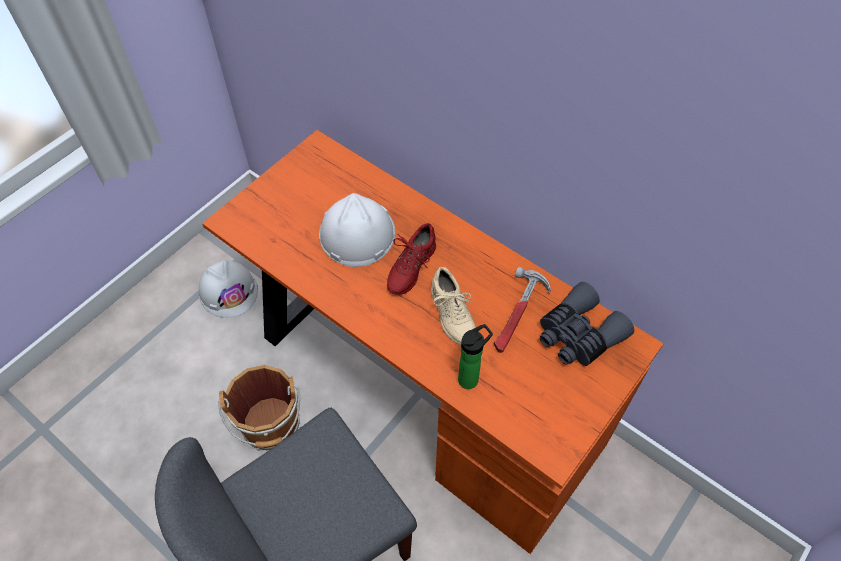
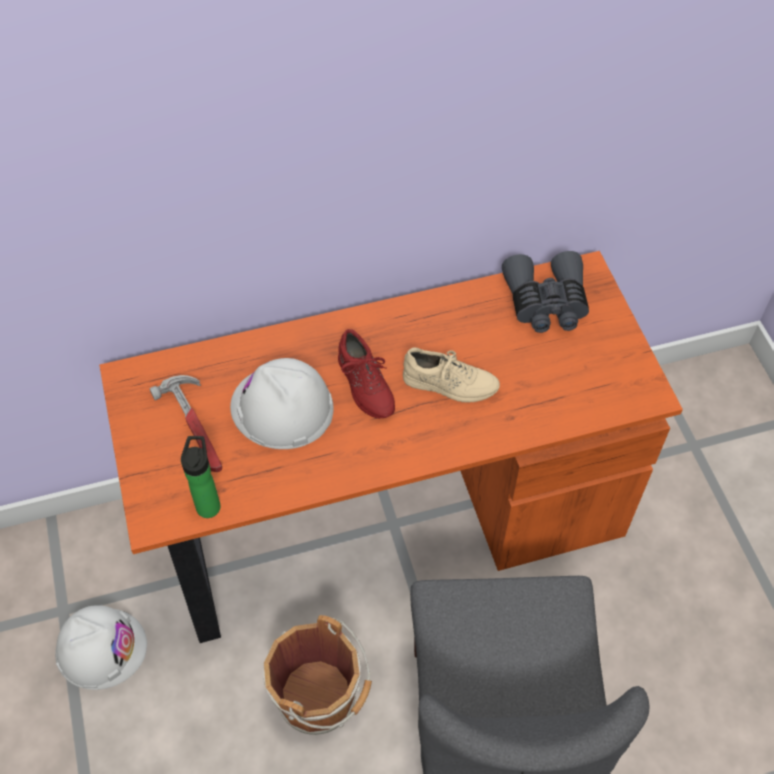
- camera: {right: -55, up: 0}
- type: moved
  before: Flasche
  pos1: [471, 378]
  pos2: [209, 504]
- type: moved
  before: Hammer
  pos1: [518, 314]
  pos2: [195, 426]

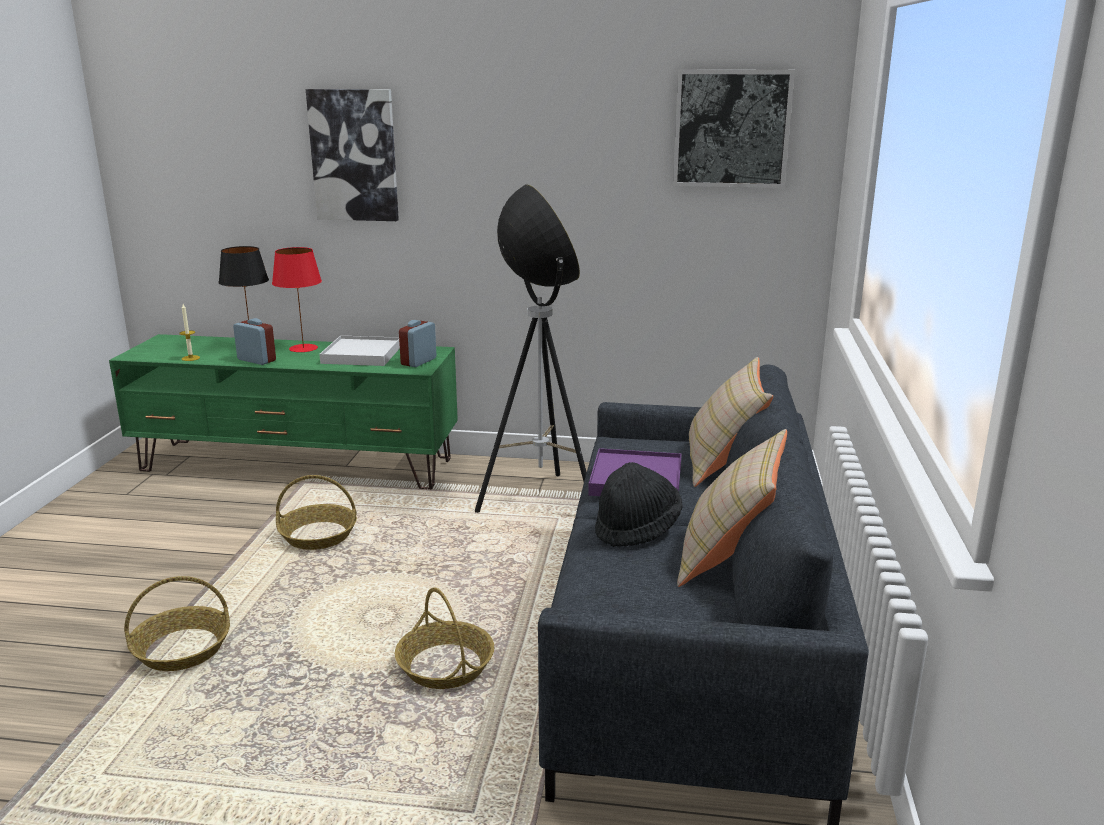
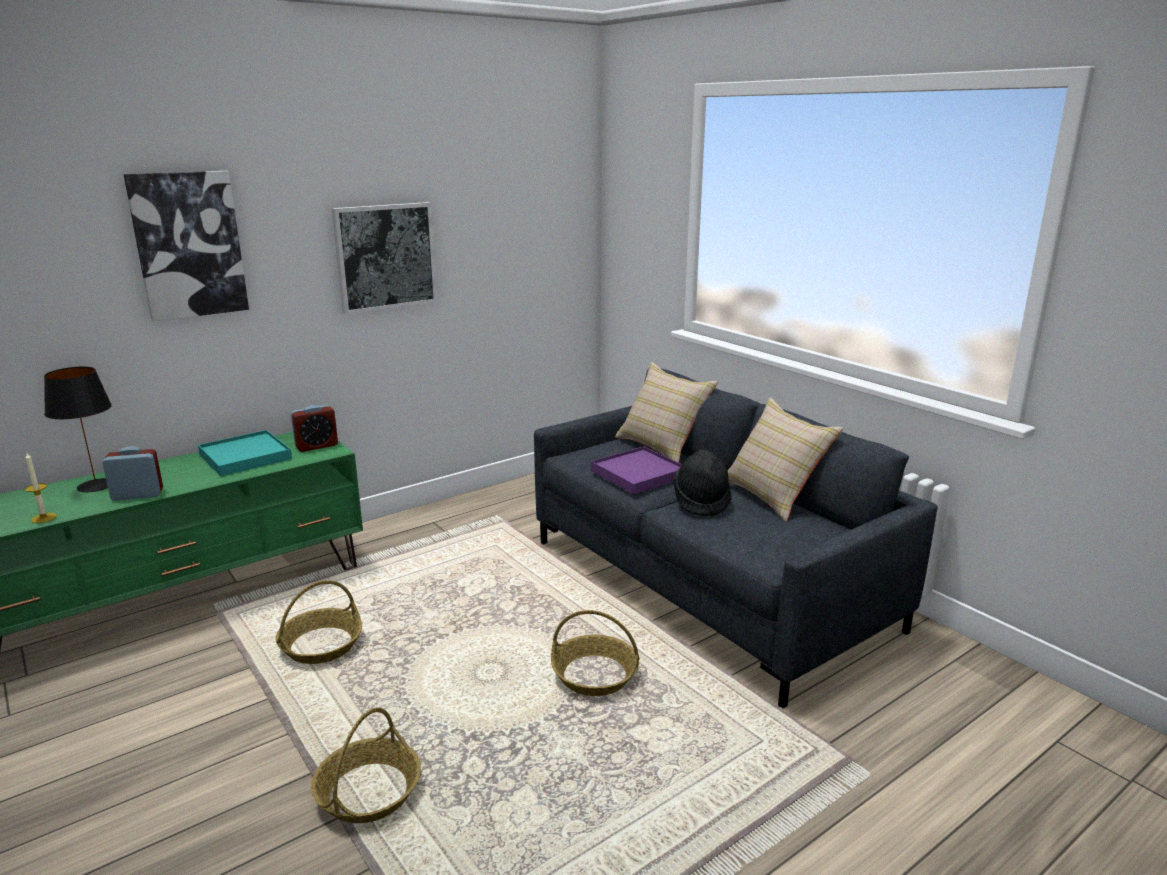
- camera: {right: -45, up: 0}
- type: removed
  before: Tischlampe/rot
  pos1: [304, 348]
- type: recoloured
  before: Tablett/weiß
  after: Tablett/türkis
  pos1: [361, 355]
  pos2: [245, 457]
- type: turned
  before: Wecker
  pos1: [418, 361]
  pos2: [316, 446]
  turn: -105
- type: removed
  before: Stehlampe
  pos1: [539, 502]
- type: moved
  before: Bild
  pos1: [731, 128]
  pos2: [385, 256]

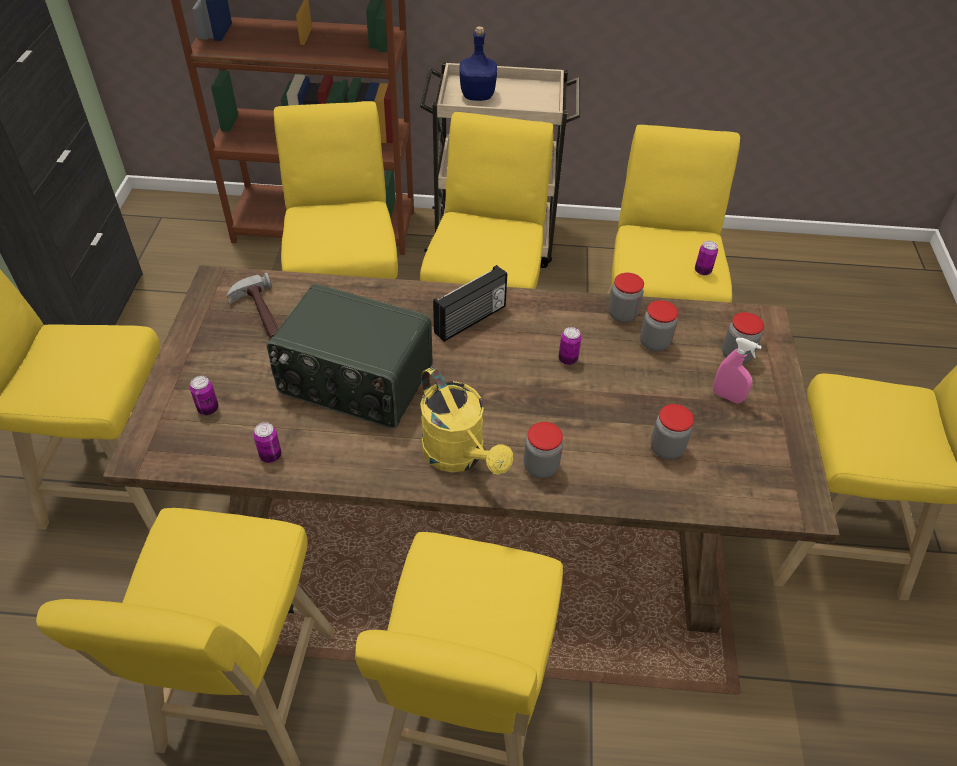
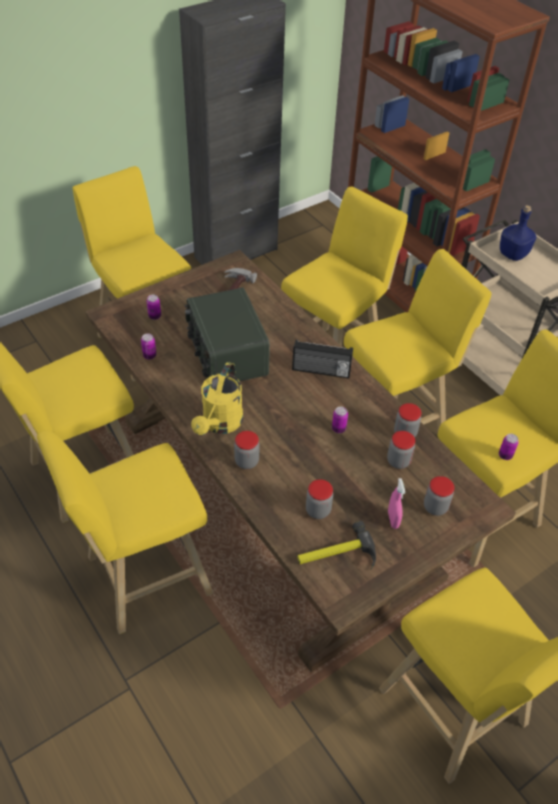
- camera: {right: 50, up: 0}
- type: added
  after: Hammer
  pos2: [336, 556]

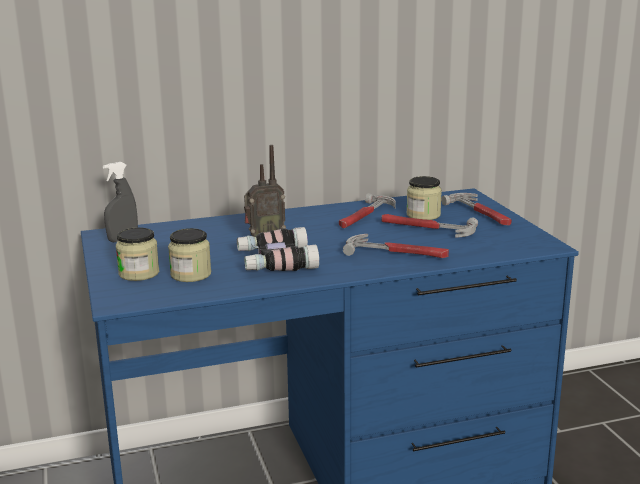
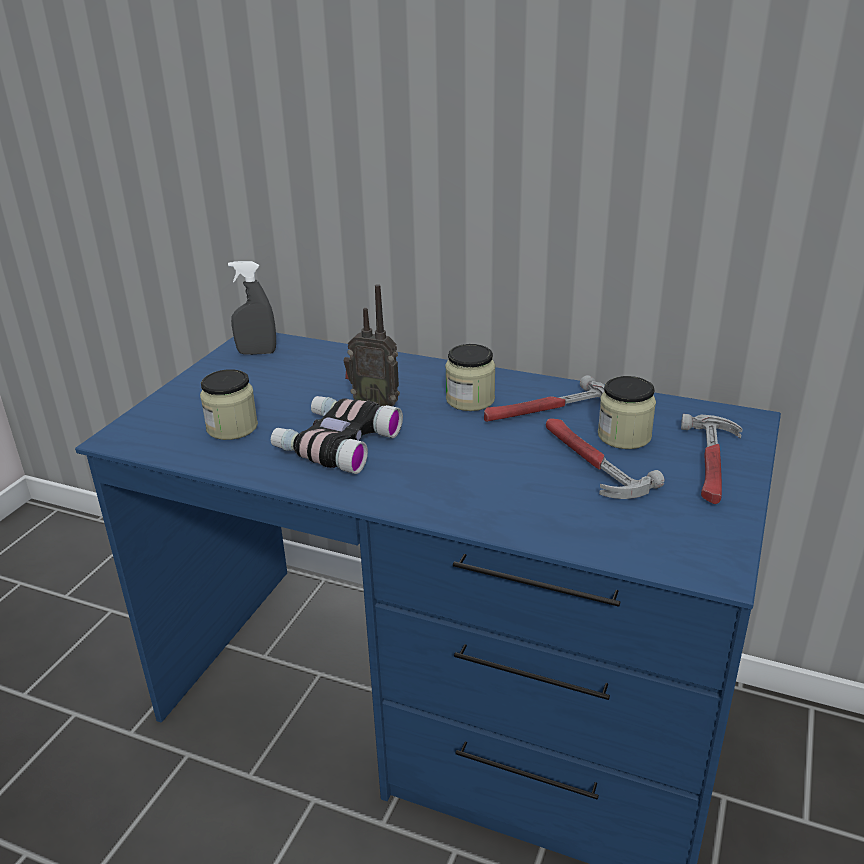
- camera: {right: 40, up: 10}
- type: moved
  before: Vorratsglas
  pos1: [139, 273]
  pos2: [470, 400]
- type: removed
  before: Hammer
  pos1: [397, 253]

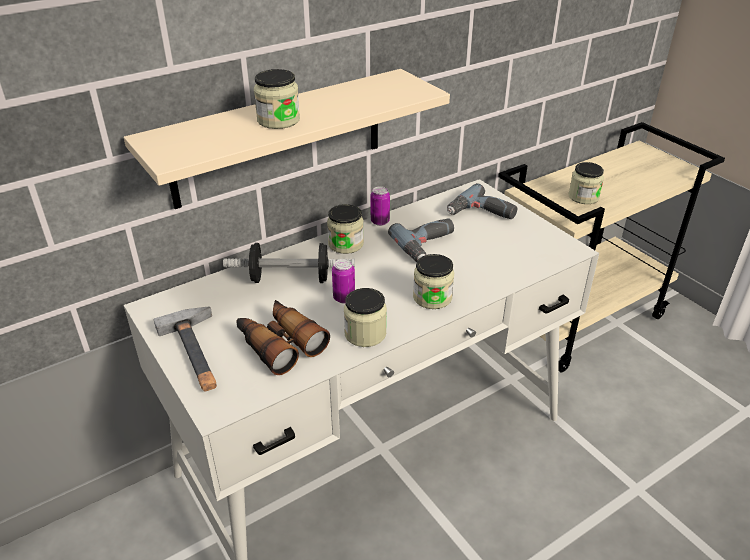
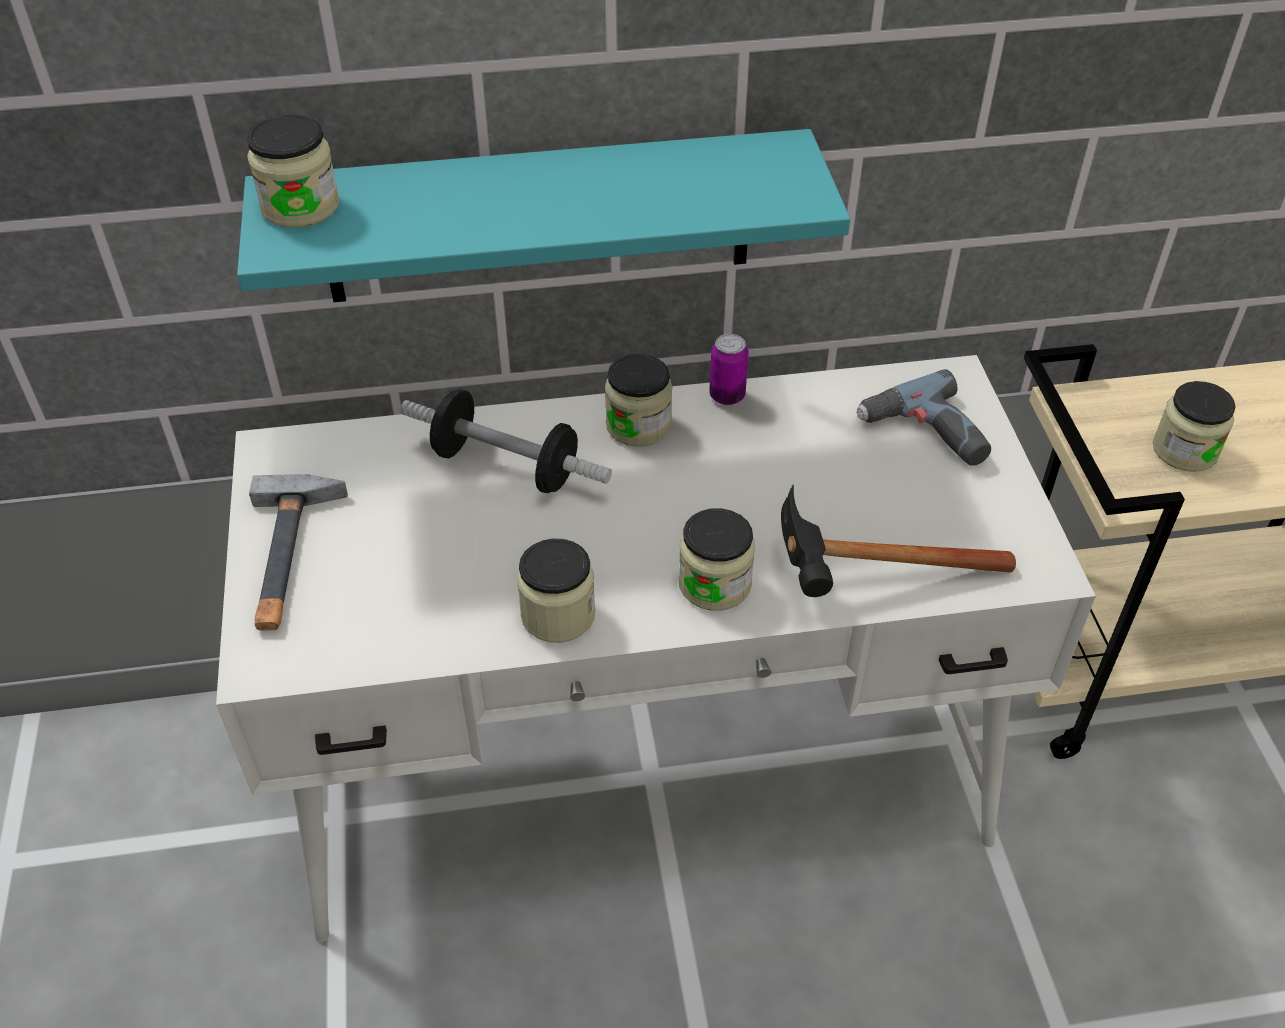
- camera: {right: 25, up: 10}
- type: recoloured
  before: Wandregal/beige
  after: Wandregal/türkis
  pos1: [279, 138]
  pos2: [538, 218]
- type: removed
  before: Fernglas
  pos1: [279, 343]
- type: moved
  before: Vorratsglas
  pos1: [278, 120]
  pos2: [300, 206]
- type: removed
  before: Dose
  pos1: [344, 298]
- type: removed
  before: Bohrmaschine
  pos1: [428, 245]
- type: added
  after: Hammer
  pos2: [864, 583]

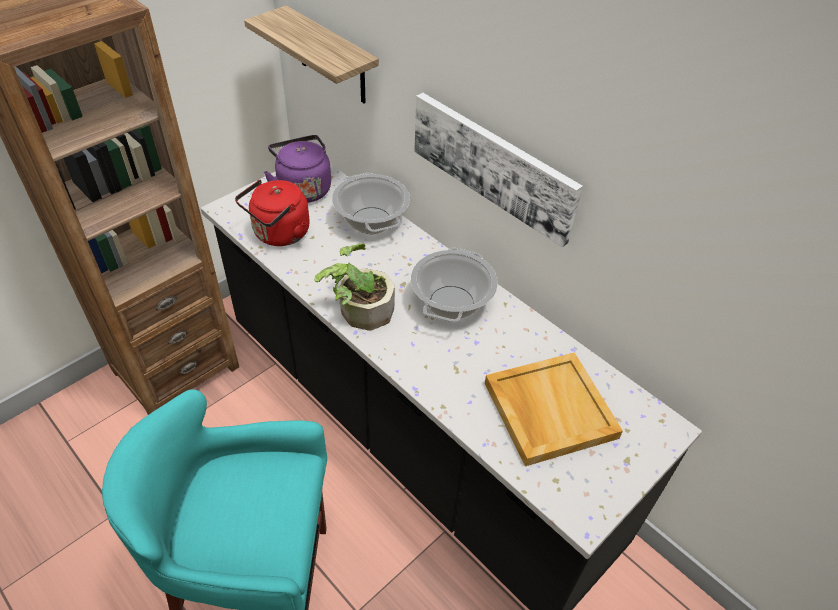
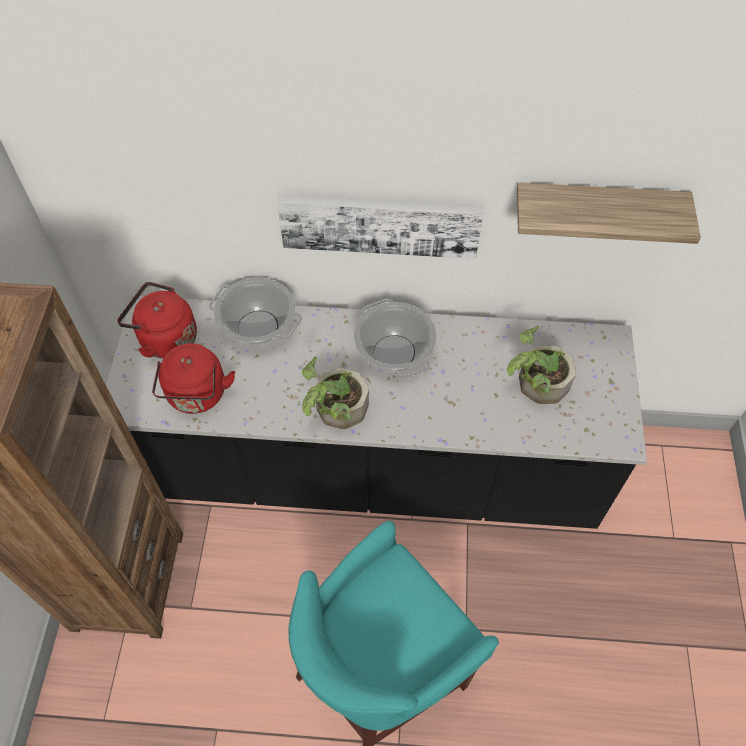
- camera: {right: -40, up: 10}
- type: moved
  before: Wandregal
  pos1: [331, 57]
  pos2: [596, 210]
- type: recoloured
  before: Wasserkessel/lila
  after: Wasserkessel/rot
  pos1: [303, 188]
  pos2: [165, 338]
- type: replaced
  before: Tablett/beige
  after: Topfpflanze
  pos1: [548, 409]
  pos2: [536, 384]

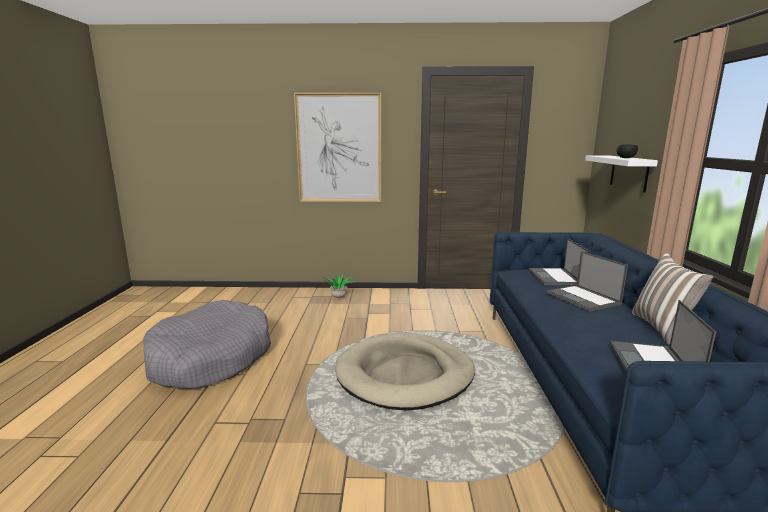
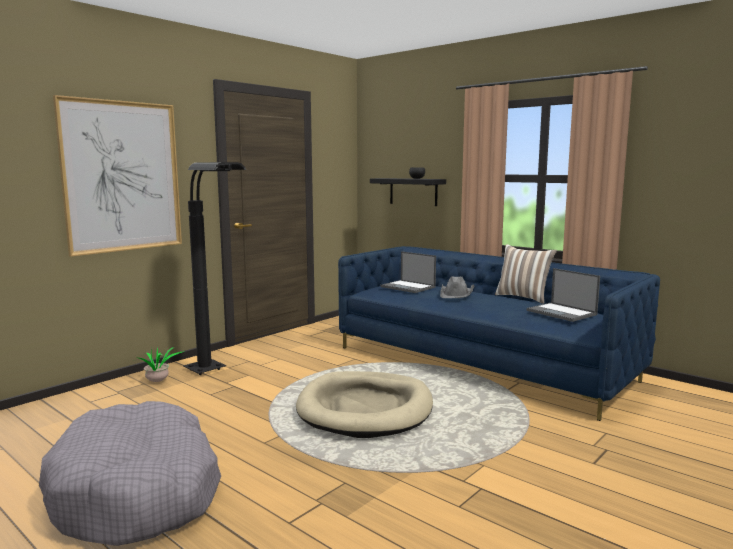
- camera: {right: -50, up: -5}
- type: replaced
  before: Laptop
  after: Hut/grau
  pos1: [583, 298]
  pos2: [457, 294]
- type: recoloured
  before: Wandregal/weiß
  after: Wandregal/schwarz
  pos1: [629, 173]
  pos2: [413, 191]
- type: added
  after: Stehlampe/schwarz
  pos2: [217, 375]

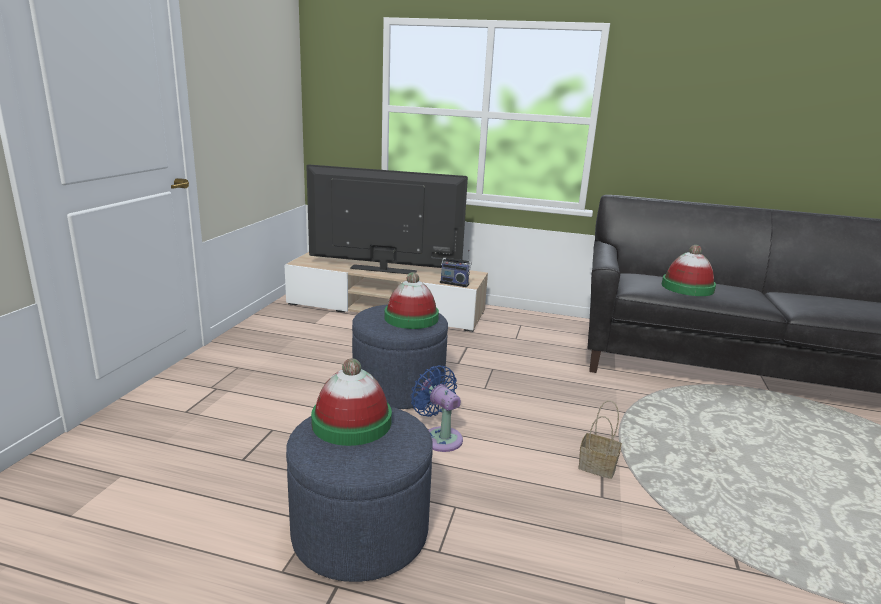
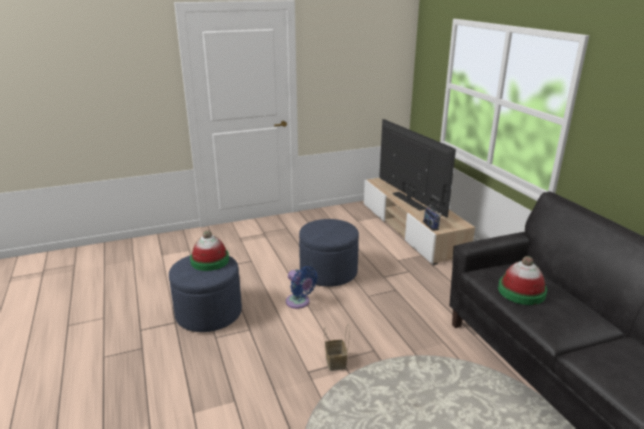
- camera: {right: 55, up: 5}
- type: removed
  before: Hut
  pos1: [411, 318]
- type: turned
  before: Ventilator/blau
  pos1: [439, 437]
  pos2: [299, 303]
  turn: 120

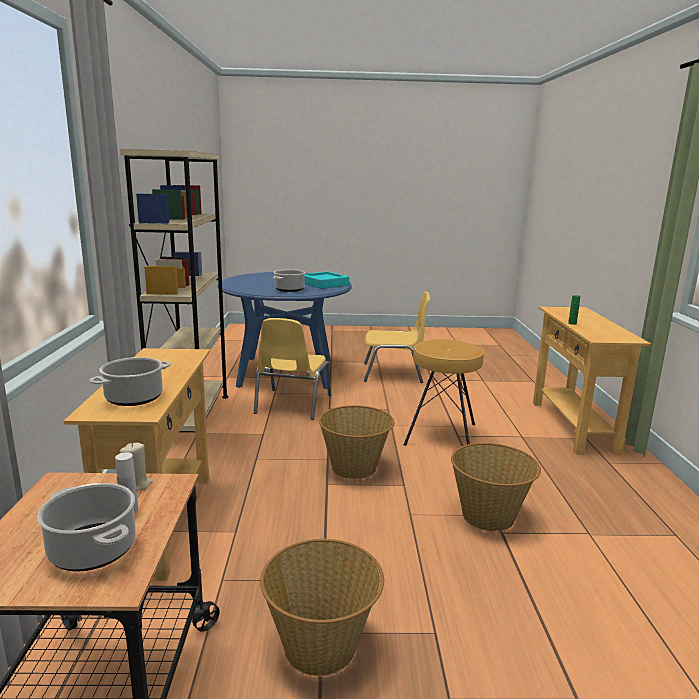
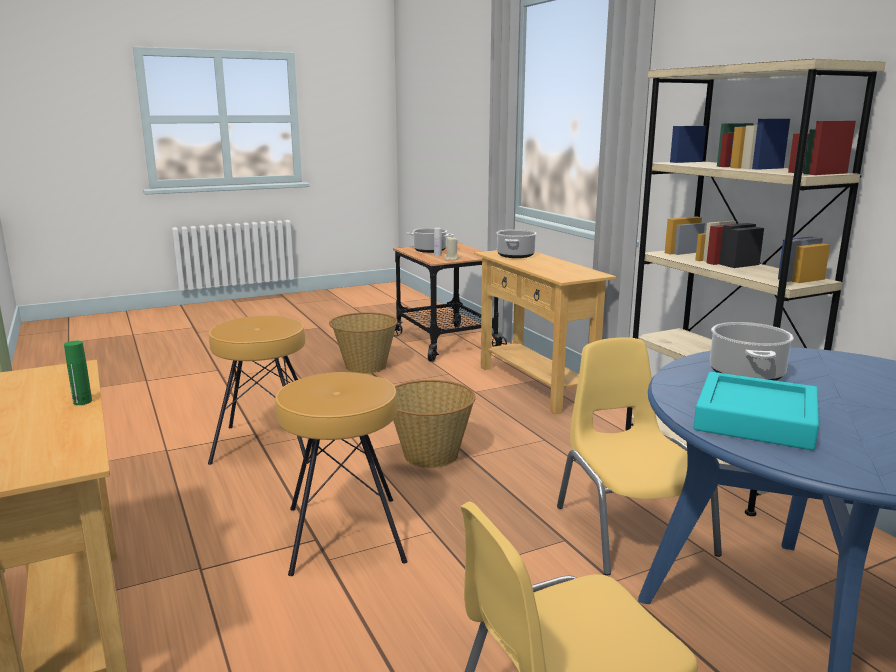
- camera: {right: 155, up: 0}
- type: replaced
  before: Korb
  after: Hocker/braun
  pos1: [489, 516]
  pos2: [266, 443]

